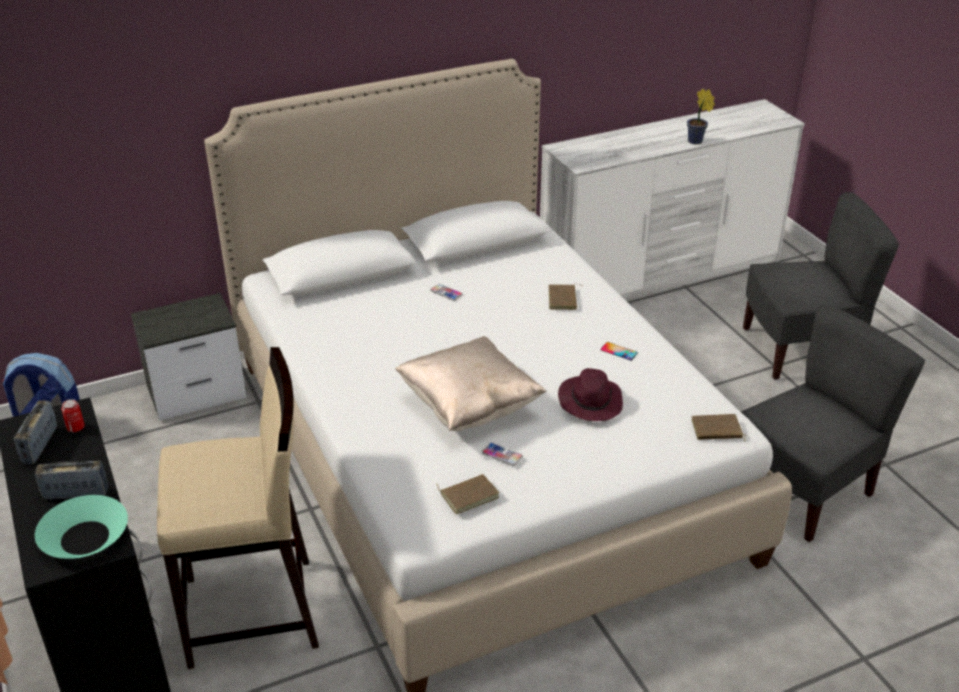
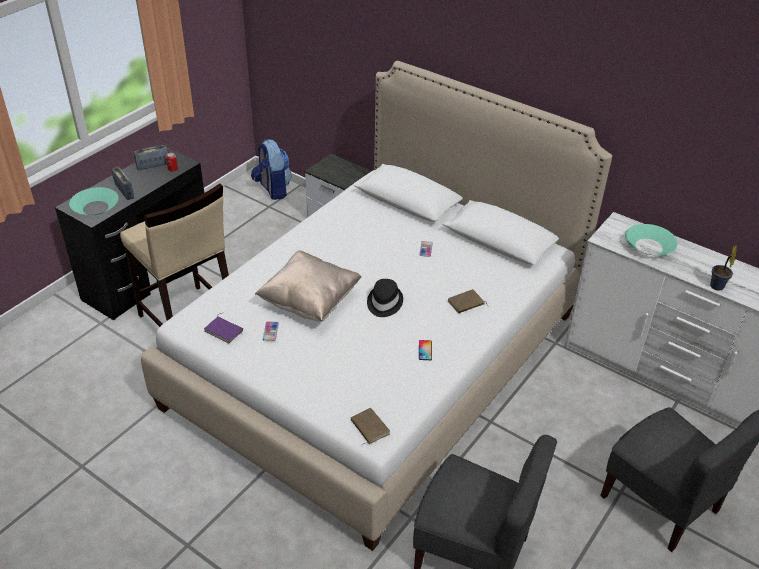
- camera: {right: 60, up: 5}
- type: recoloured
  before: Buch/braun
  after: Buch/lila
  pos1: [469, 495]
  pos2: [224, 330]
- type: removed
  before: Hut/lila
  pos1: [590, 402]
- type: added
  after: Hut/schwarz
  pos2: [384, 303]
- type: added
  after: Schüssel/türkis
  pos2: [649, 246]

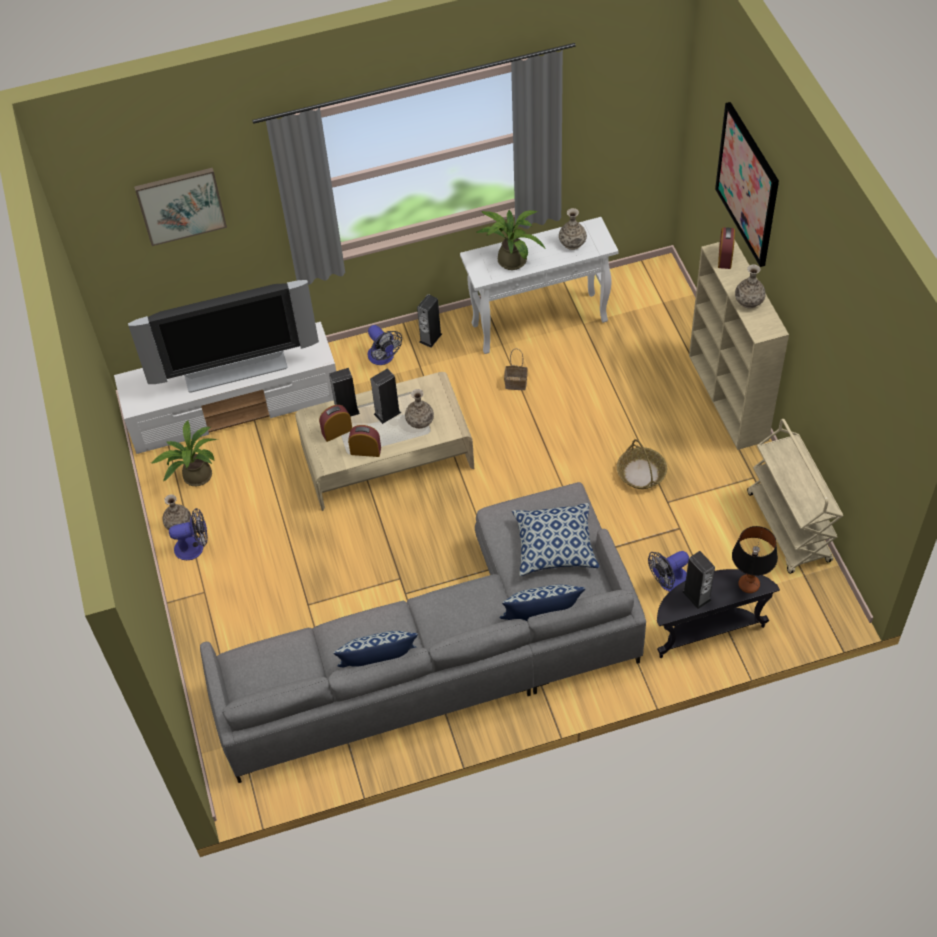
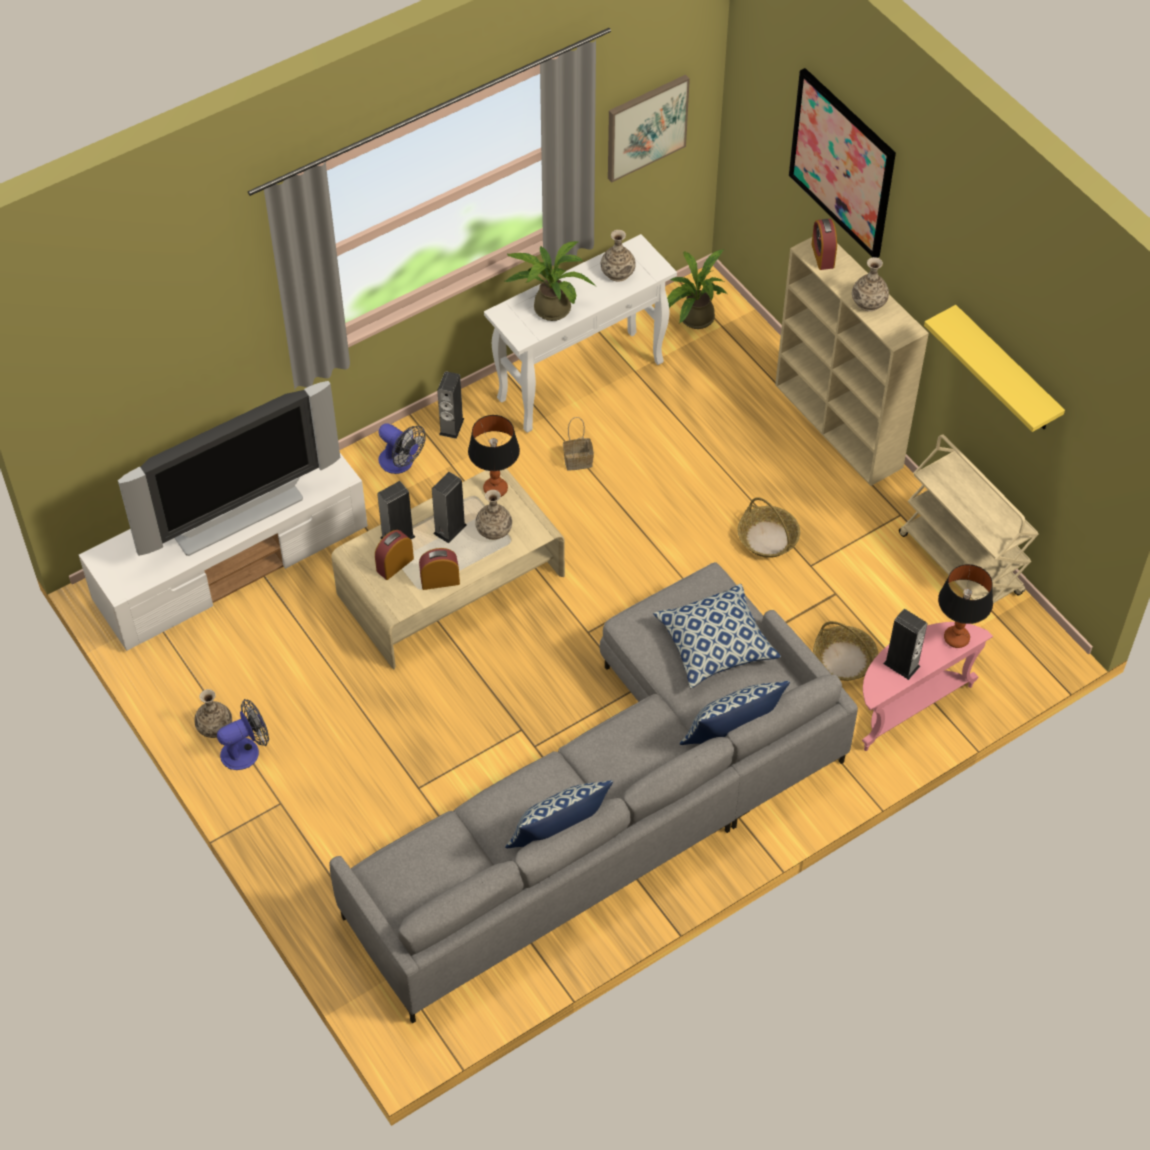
- camera: {right: -20, up: 0}
- type: moved
  before: Bild
  pos1: [181, 205]
  pos2: [646, 127]
- type: moved
  before: Topfpflanze
  pos1: [193, 476]
  pos2: [692, 319]
- type: replaced
  before: Ventilator
  after: Korb
  pos1: [668, 582]
  pos2: [844, 660]
- type: recoloured
  before: Beistelltisch/schwarz
  after: Beistelltisch/rosa
  pos1: [707, 630]
  pos2: [908, 706]
- type: added
  after: Tischlampe
  pos2: [495, 489]
- type: added
  after: Wandregal/gelb
  pos2: [1005, 371]

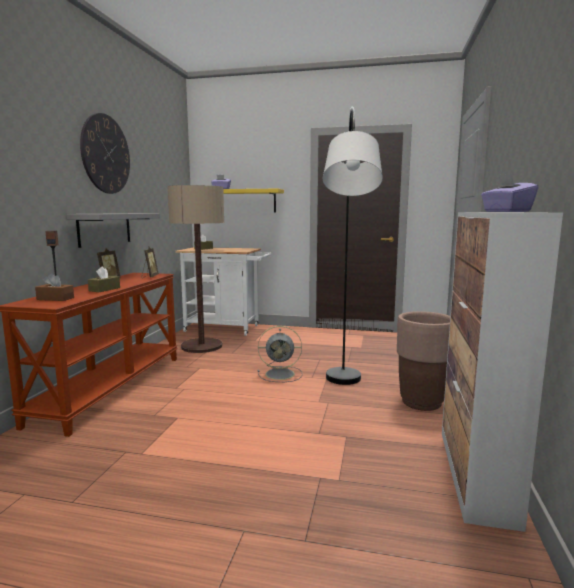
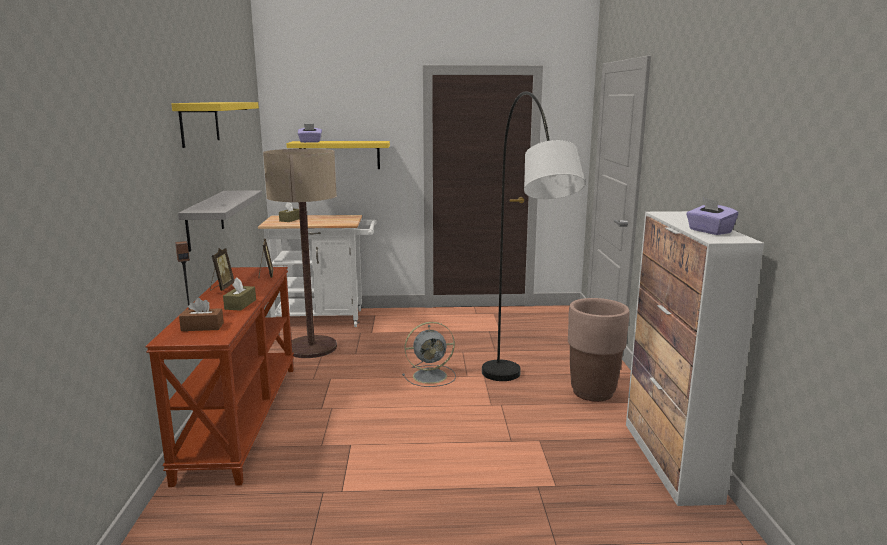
- camera: {right: -15, up: 5}
- type: replaced
  before: Wanduhr
  after: Wandregal/gelb
  pos1: [106, 154]
  pos2: [199, 123]

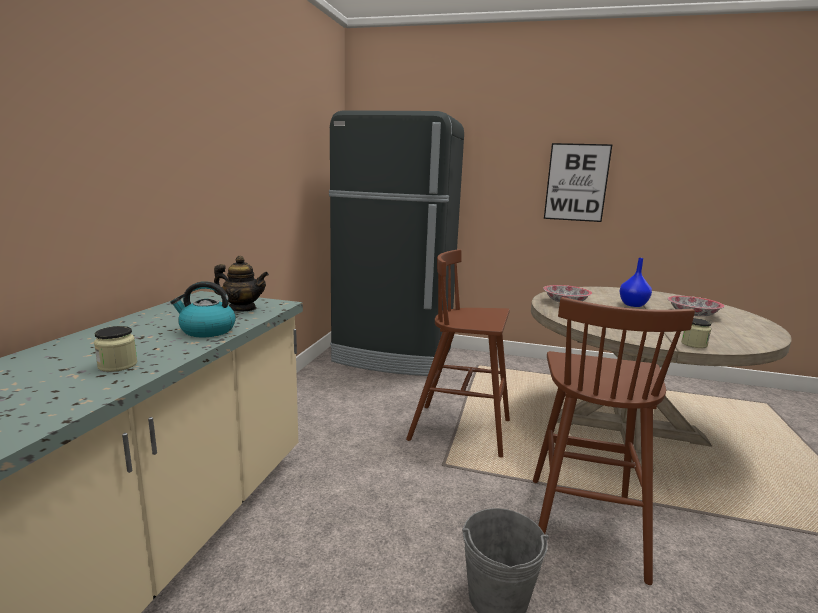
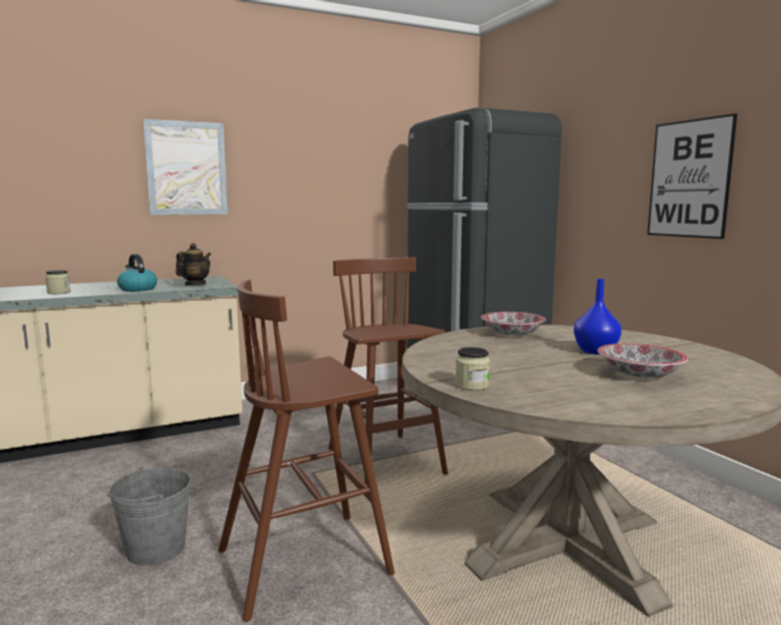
- camera: {right: 50, up: -5}
- type: turned
  before: Teekanne
  pos1: [242, 309]
  pos2: [195, 284]
  turn: -120
- type: added
  after: Bild
  pos2: [186, 168]

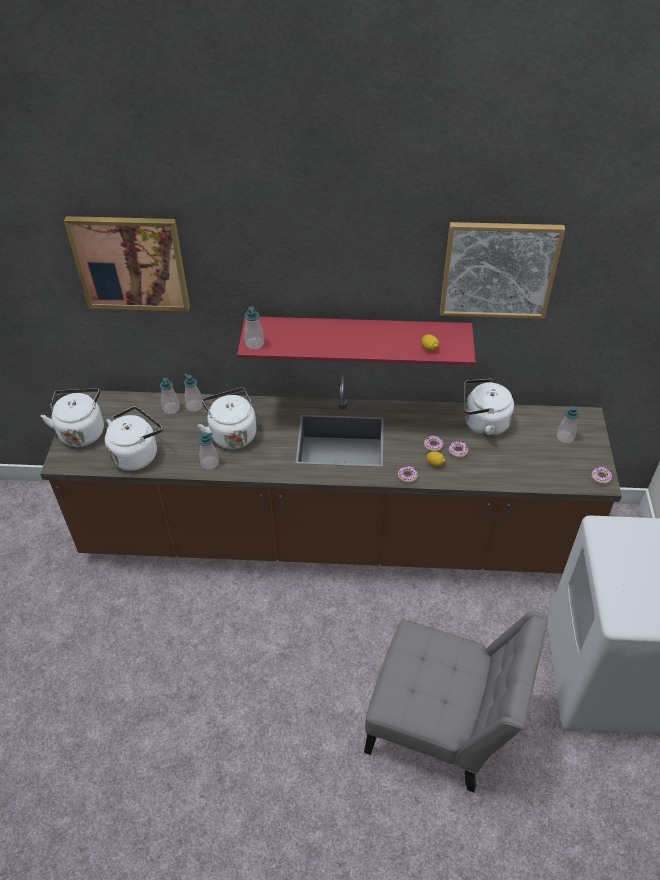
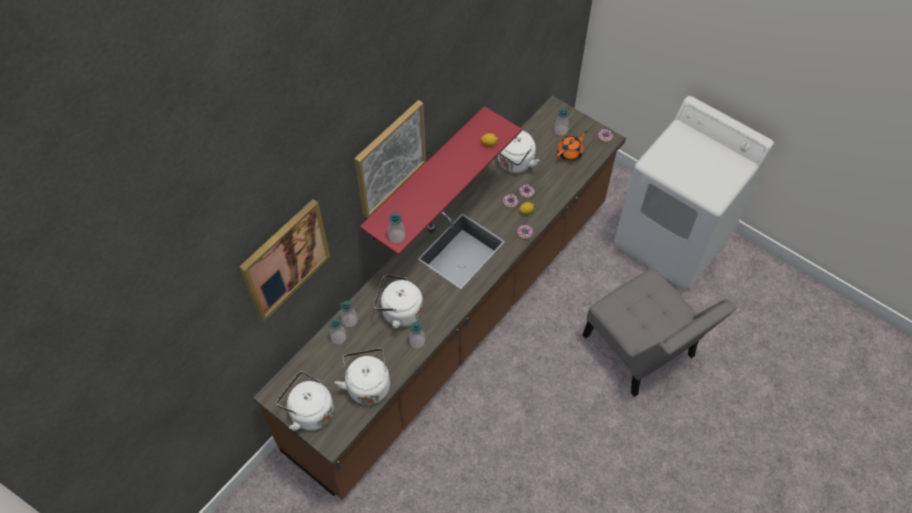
- camera: {right: -55, up: 10}
- type: turned
  before: Stuhl/grau
  pos1: [442, 726]
  pos2: [642, 351]
  turn: 90
- type: moved
  before: Bild
  pos1: [498, 270]
  pos2: [389, 158]
- type: added
  after: Teekanne/orange
  pos2: [570, 153]

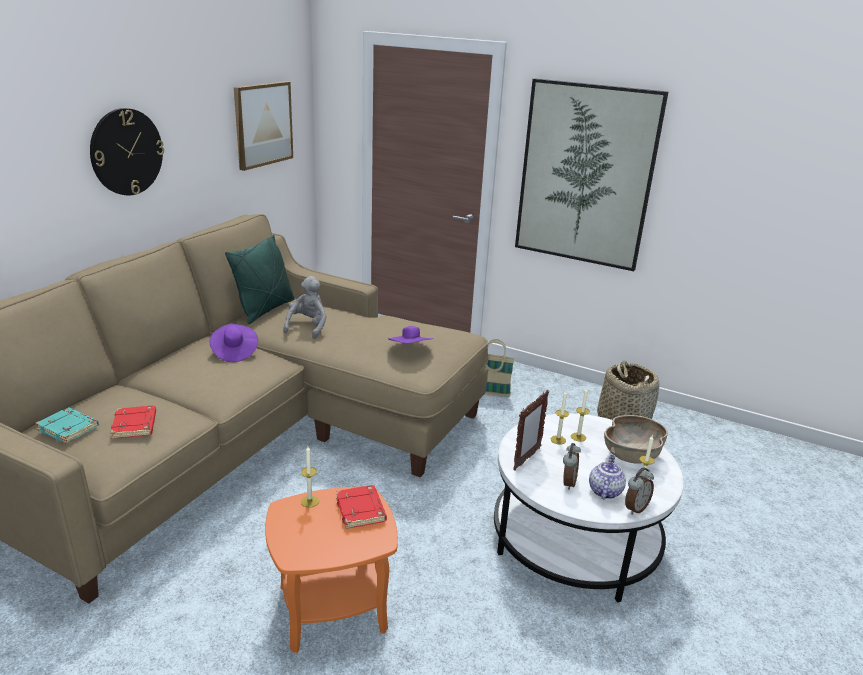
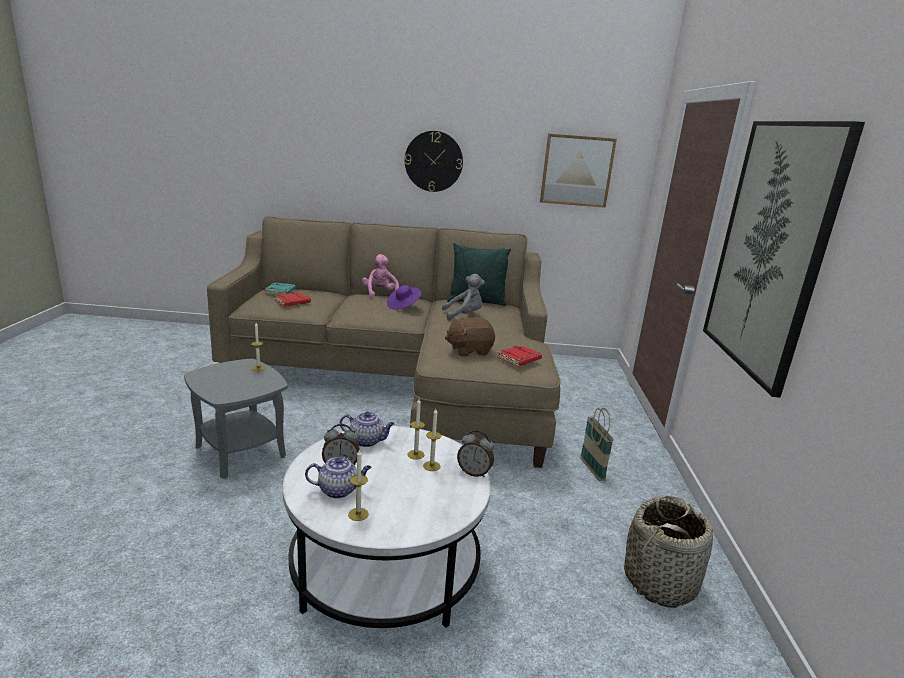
- camera: {right: 65, up: -5}
- type: recoloured
  before: Beistelltisch/orange
  after: Beistelltisch/grau
  pos1: [332, 609]
  pos2: [240, 452]
- type: moved
  before: Buch/rot
  pos1: [361, 510]
  pos2: [519, 359]
- type: replaced
  before: Hut/lila
  after: Plüschtier/braun
  pos1: [410, 350]
  pos2: [469, 350]
- type: replaced
  before: Bilderrahmen
  after: Teekanne
  pos1: [526, 459]
  pos2: [367, 441]
- type: removed
  before: Schüssel/braun
  pos1: [632, 455]
- type: moved
  before: Wecker
  pos1: [635, 508]
  pos2: [474, 472]
- type: added
  after: Plüschtier/rosa
  pos2: [380, 294]

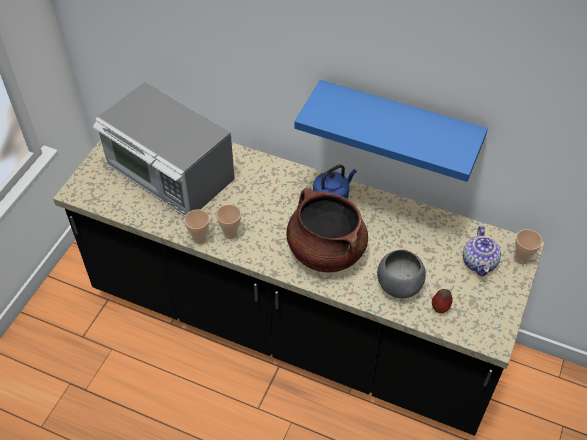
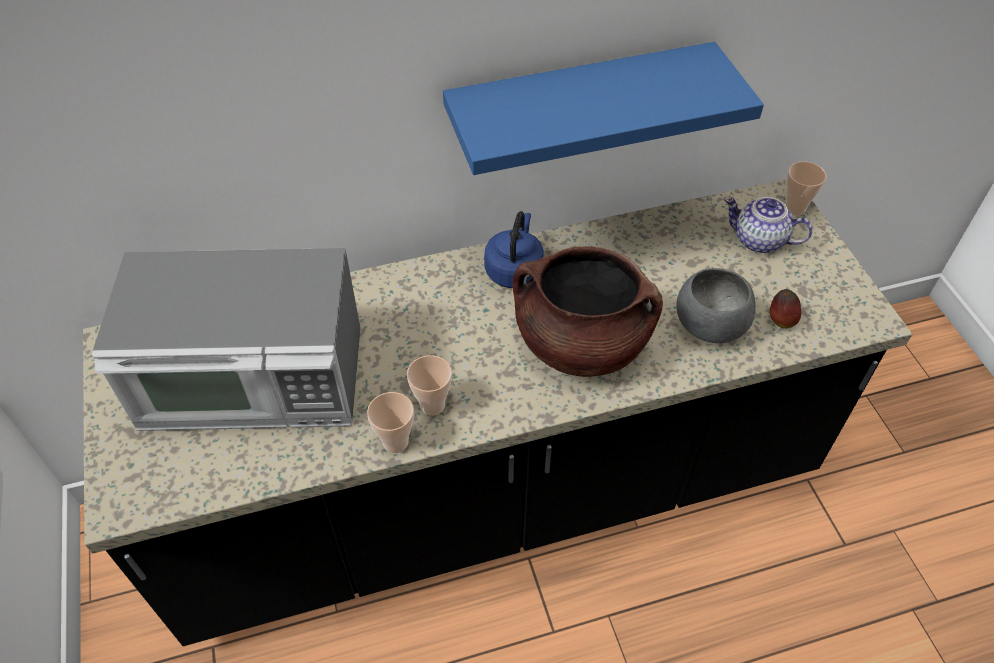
- camera: {right: -40, up: 0}
- type: turned
  before: Teekanne
  pos1: [479, 262]
  pos2: [760, 240]
  turn: 150

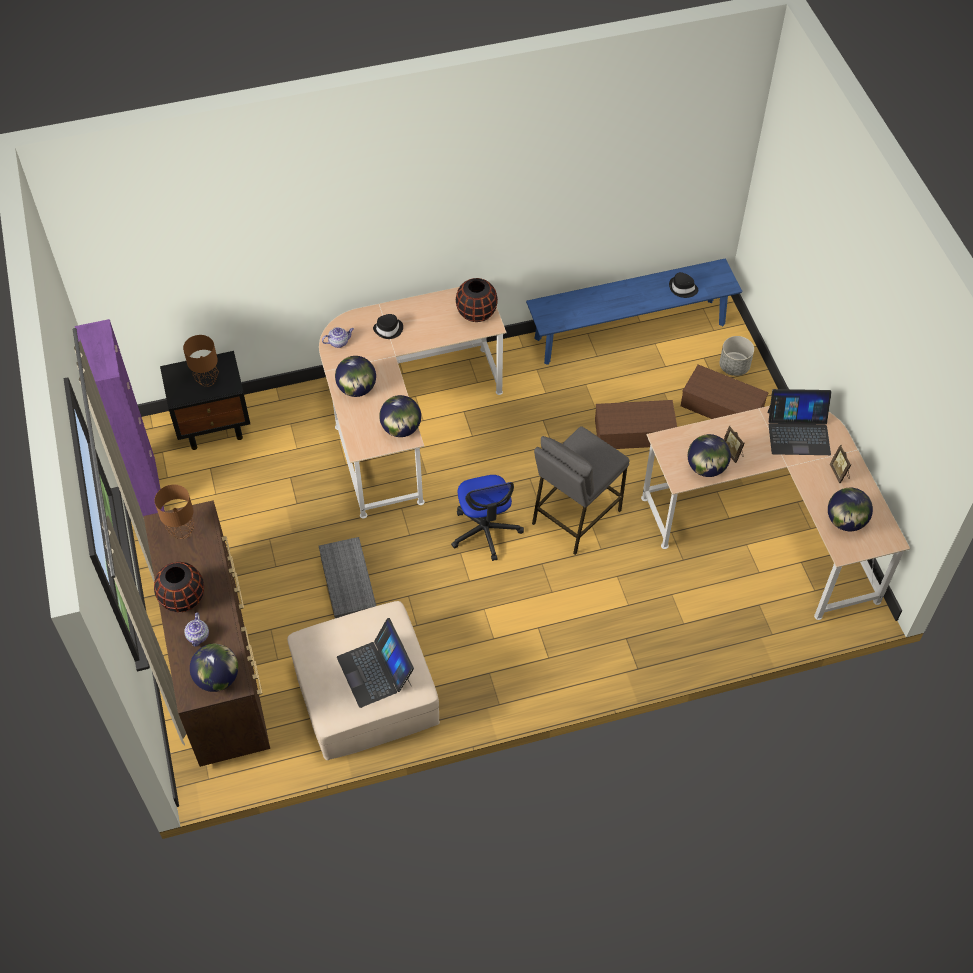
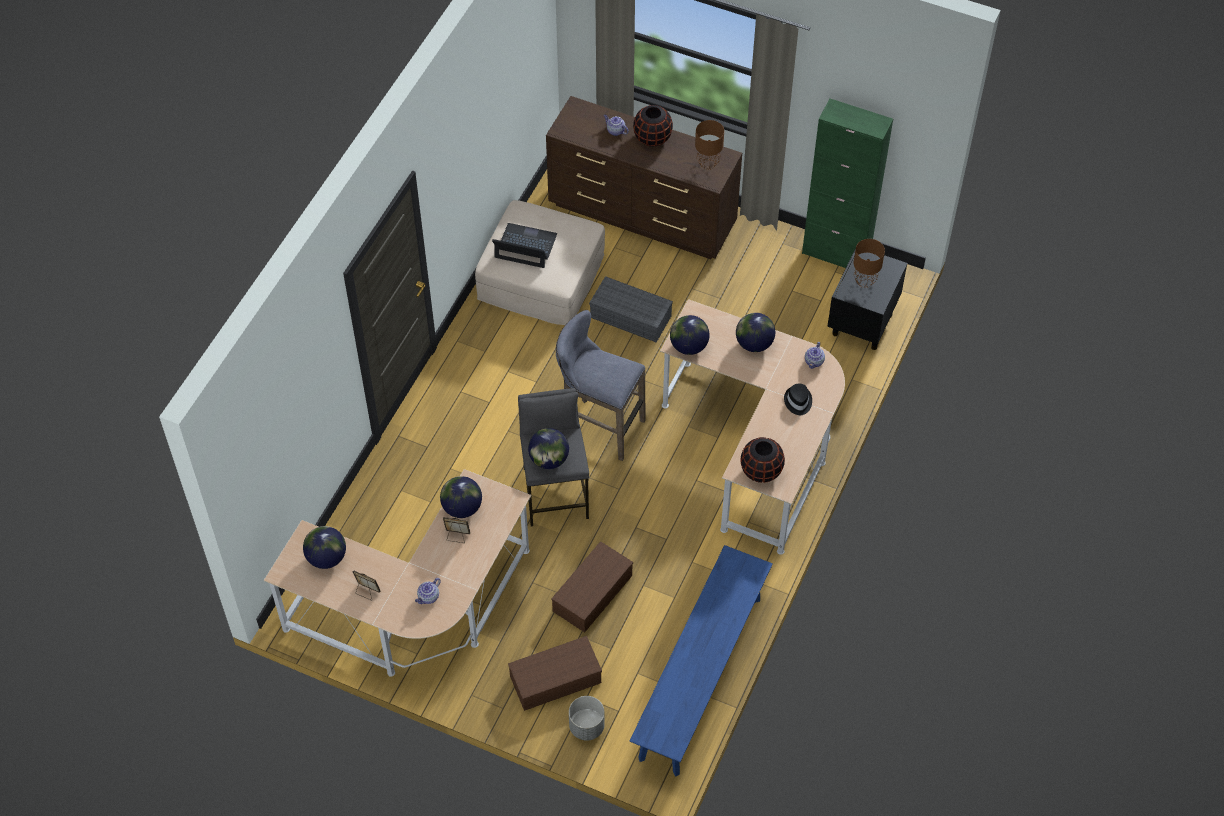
- camera: {right: 130, up: 0}
- type: recoloured
  before: Schrank/lila
  after: Schrank/grün
  pos1: [144, 489]
  pos2: [836, 253]
- type: moved
  before: Globus
  pos1: [217, 678]
  pos2: [549, 460]
- type: replaced
  before: Bürostuhl
  after: Hocker/grau
  pos1: [485, 531]
  pos2: [599, 427]
- type: removed
  before: Hut/schwarz
  pos1: [682, 288]
- type: replaced
  before: Laptop
  after: Teekanne
  pos1: [798, 432]
  pos2: [428, 597]

